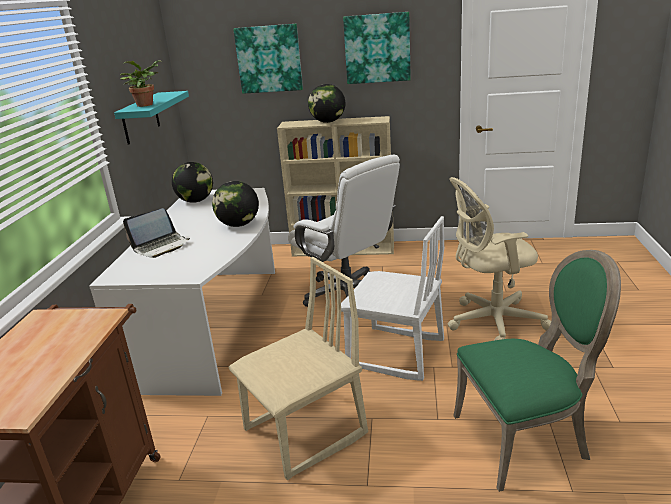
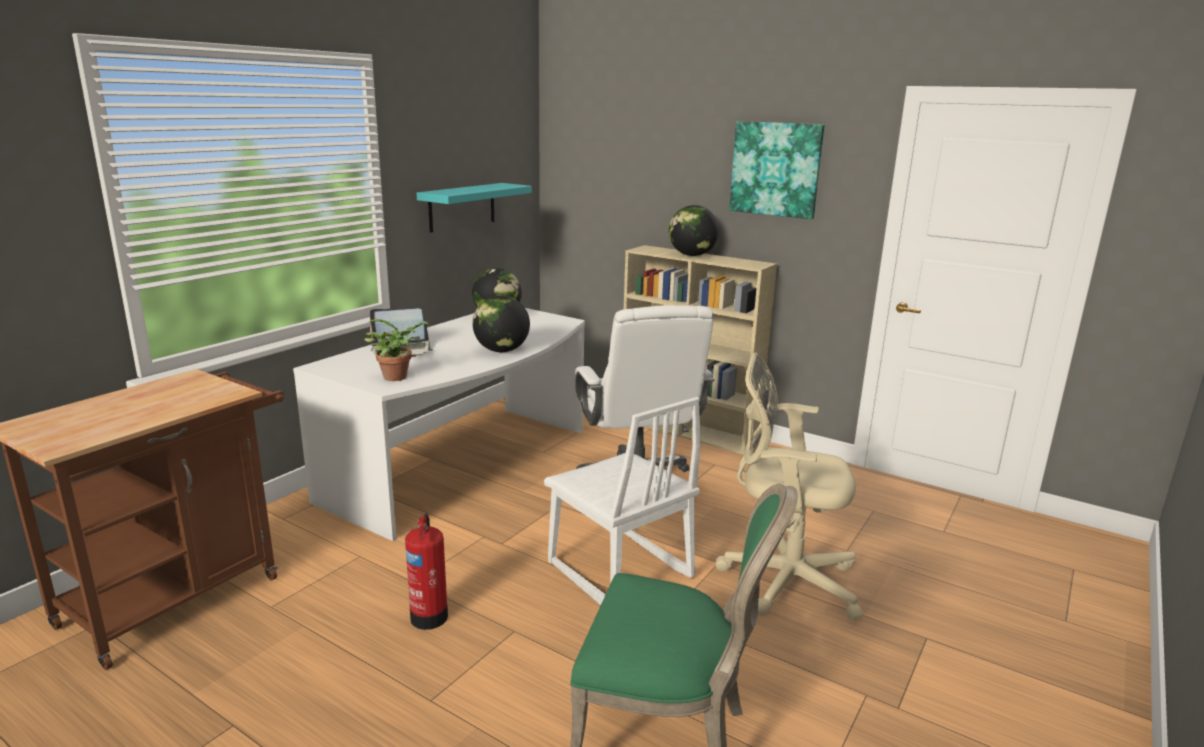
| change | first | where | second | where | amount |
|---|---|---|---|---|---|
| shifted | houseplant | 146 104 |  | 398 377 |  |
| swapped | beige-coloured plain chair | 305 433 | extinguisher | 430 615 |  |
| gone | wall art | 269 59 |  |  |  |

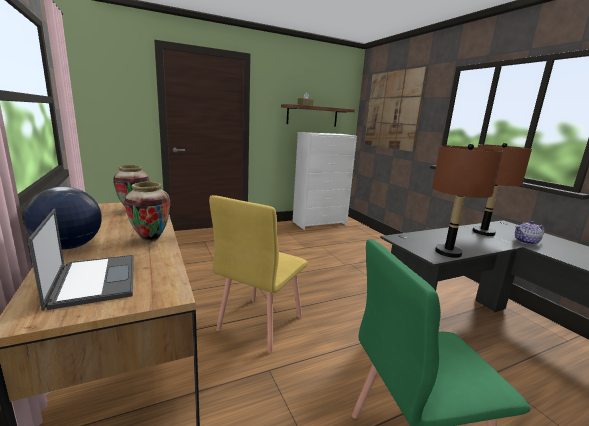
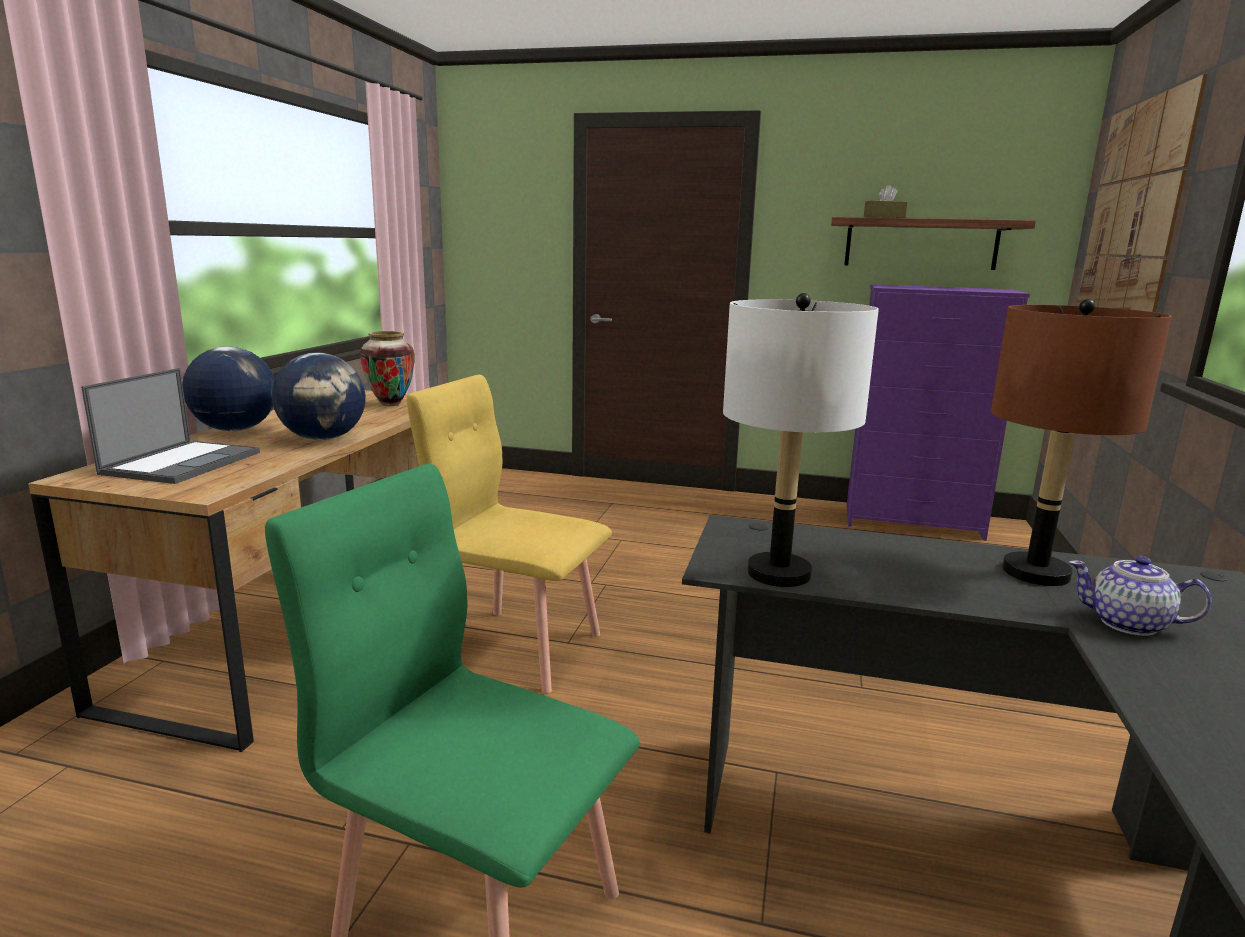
| change | first | where | second | where | amount |
|---|---|---|---|---|---|
| swapped | decorative vase | 151 239 | globe | 324 438 |  |
| rotated | yellowish plain chair | 259 323 |  | 518 647 | 45 degrees clockwise |
| repainted | white-coloured dresser | 320 223 | purple-coloured dresser | 913 522 |  |
| repainted | brownish table lamp | 447 252 | white-coloured table lamp | 778 573 |  |

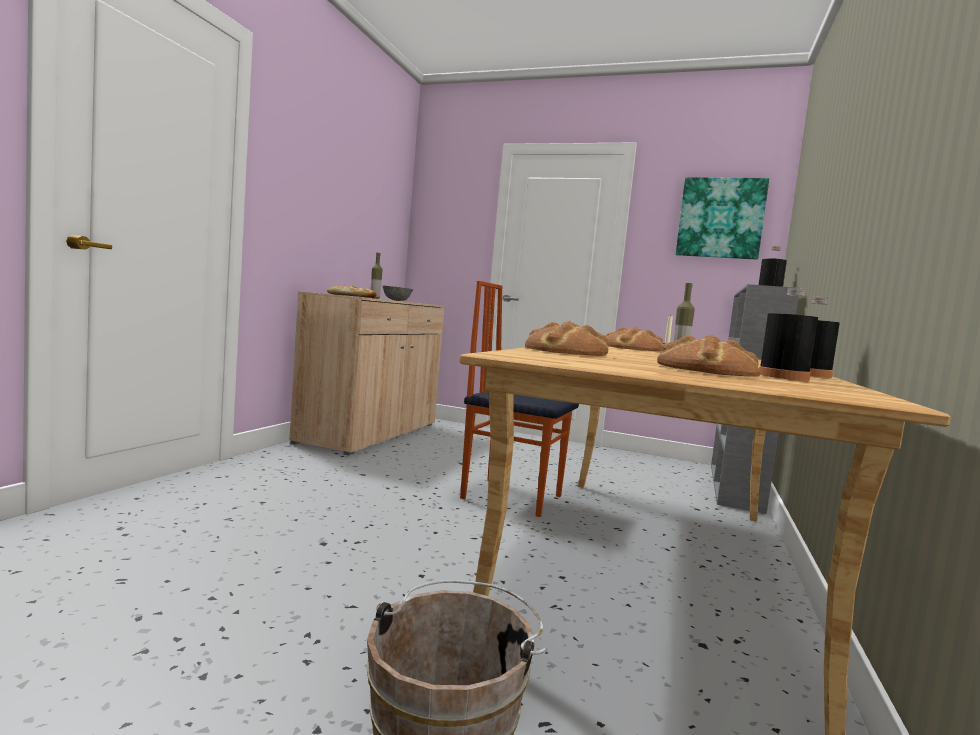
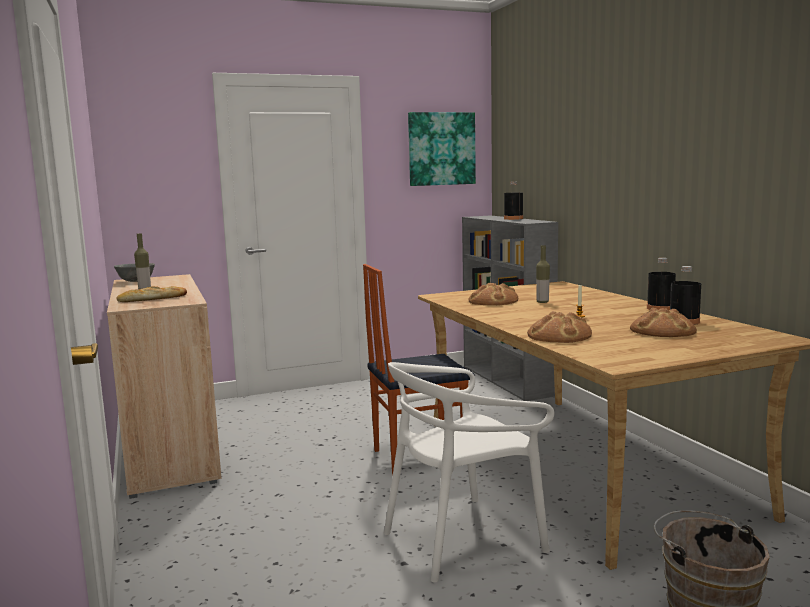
| change | first | where | second | where | amount |
|---|---|---|---|---|---|
| new |  |  | white-coloured plain chair | 463 539 |  |

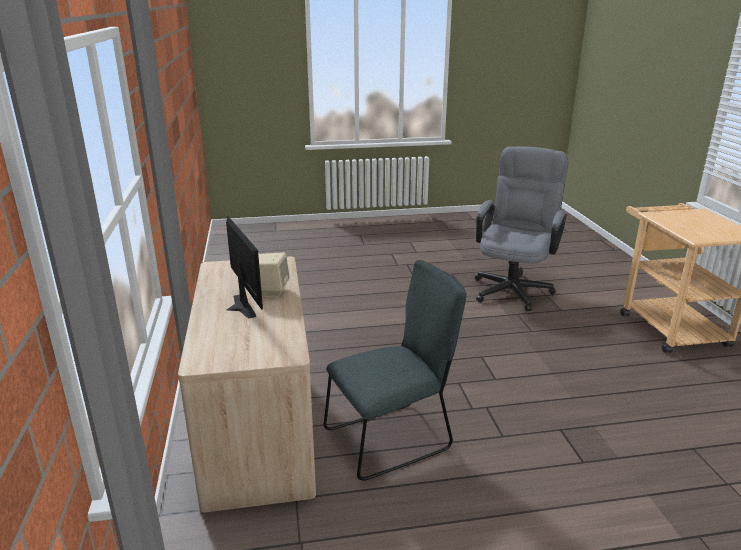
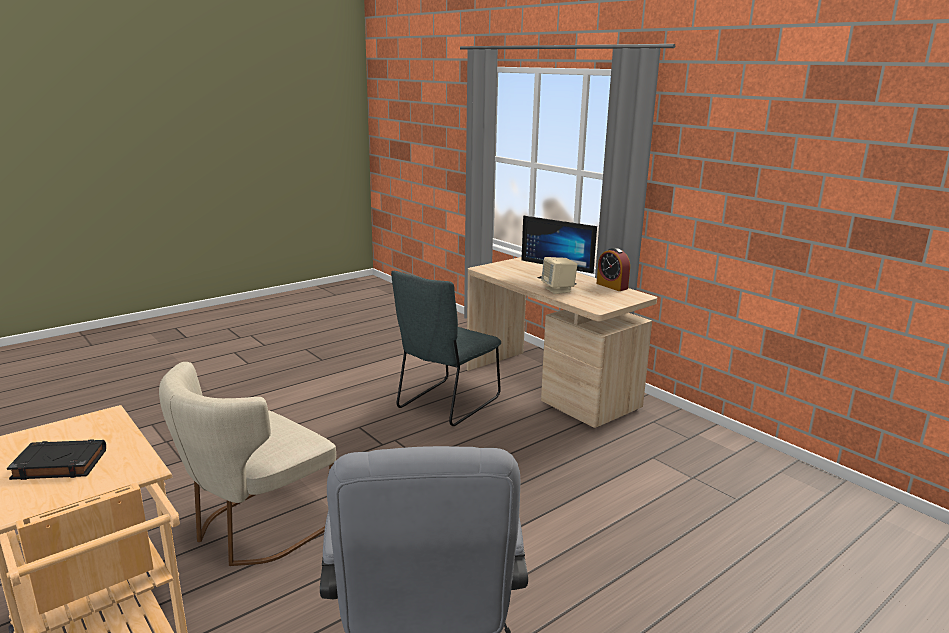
| change | first | where | second | where | amount |
|---|---|---|---|---|---|
| new |  |  | black book | 58 465 |  |
| new |  |  | beige-coloured plain chair | 255 530 |  |
| new |  |  | alarm clock | 612 286 |  |

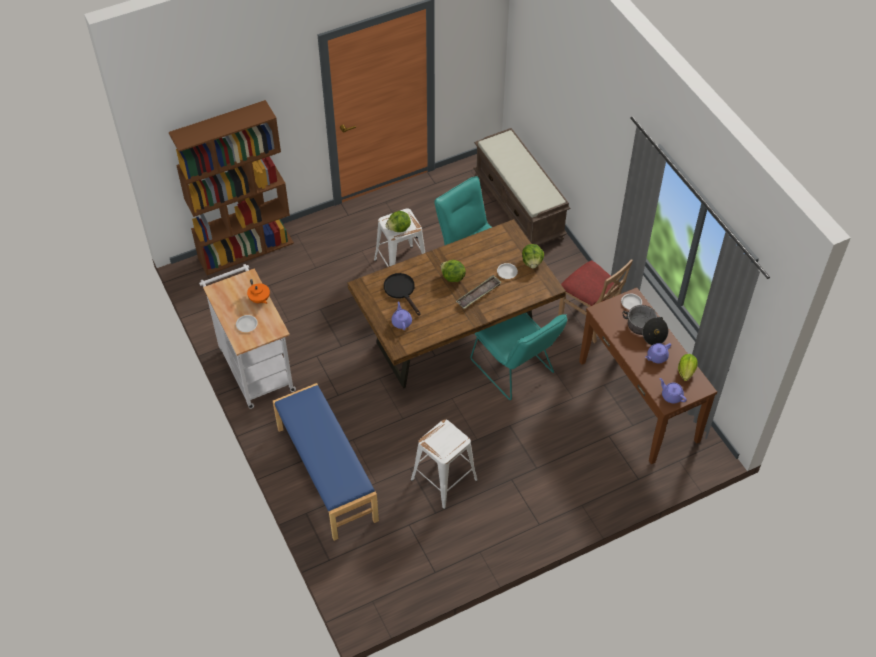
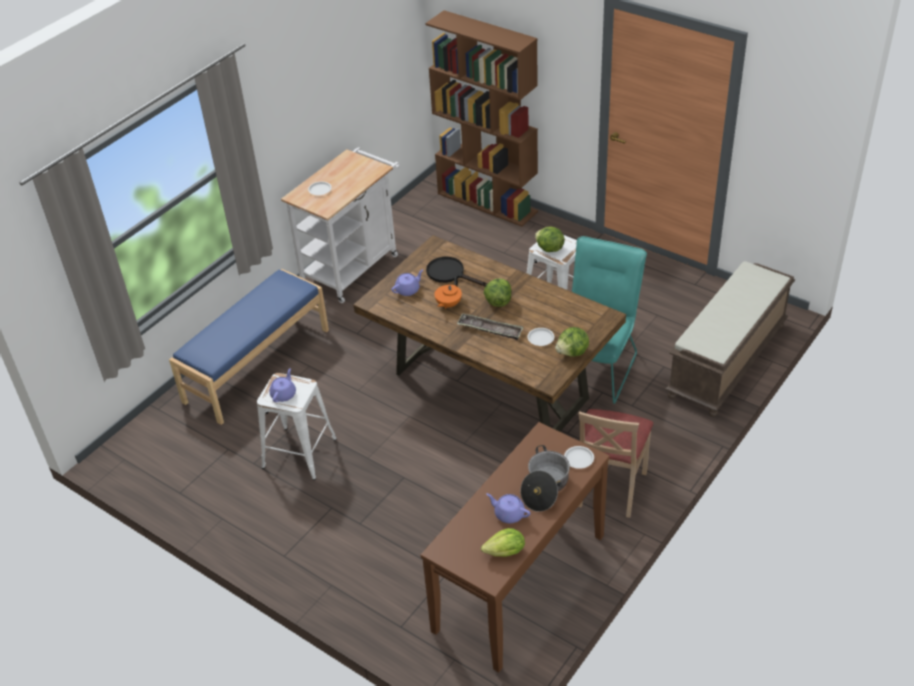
| change | first | where | second | where | amount |
|---|---|---|---|---|---|
| shifted | orange tea pot | 259 299 |  | 448 304 |  |
| rotated | black pan | 401 291 |  | 450 274 | 90 degrees counterclockwise |
| gone | turquoise-coloured plain chair | 515 370 |  |  |  |
| shifted | purple-coloured tea pot | 671 396 |  | 284 394 |  |

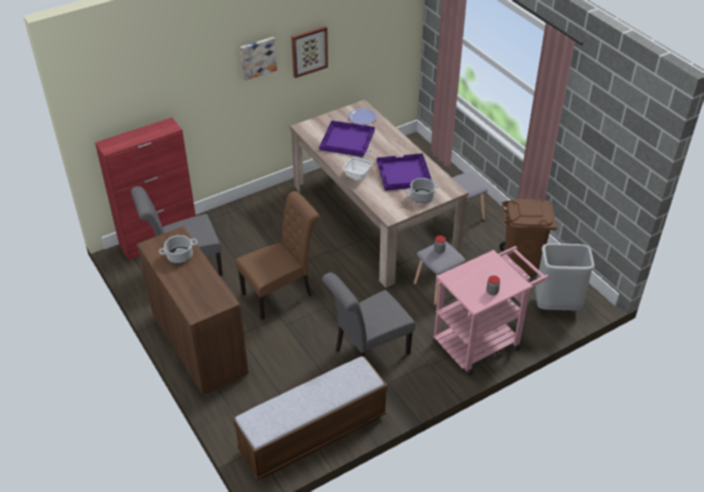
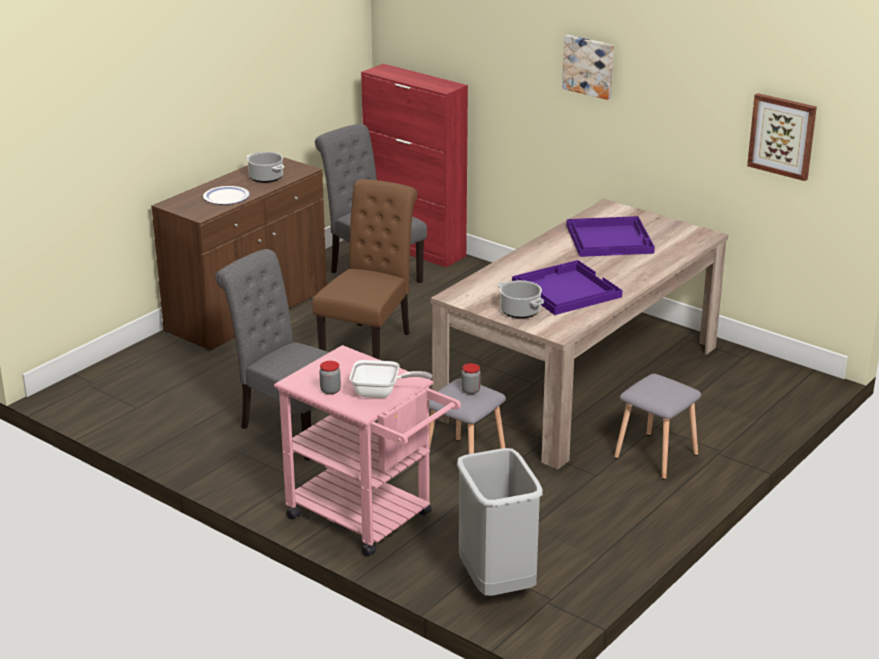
| change | first | where | second | where | amount |
|---|---|---|---|---|---|
| gone | long seat | 312 434 |  |  |  |
| rotated | brownish plain chair | 281 293 |  | 369 344 | 105 degrees counterclockwise |
| shifted | wall art | 309 51 |  | 782 136 |  |
| shifted | pan | 359 173 |  | 381 393 |  |
| shifted | plate | 362 117 |  | 226 197 |  |
| gone | brownish trash can | 521 264 |  |  |  |

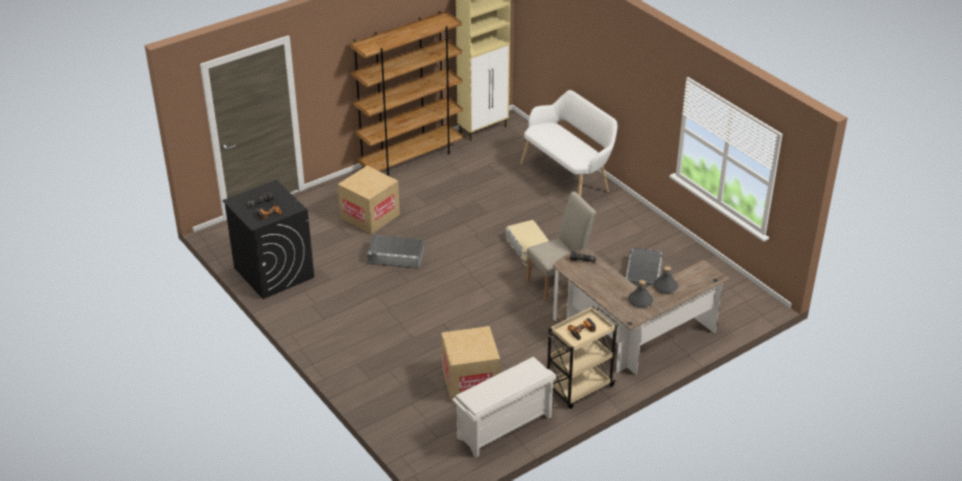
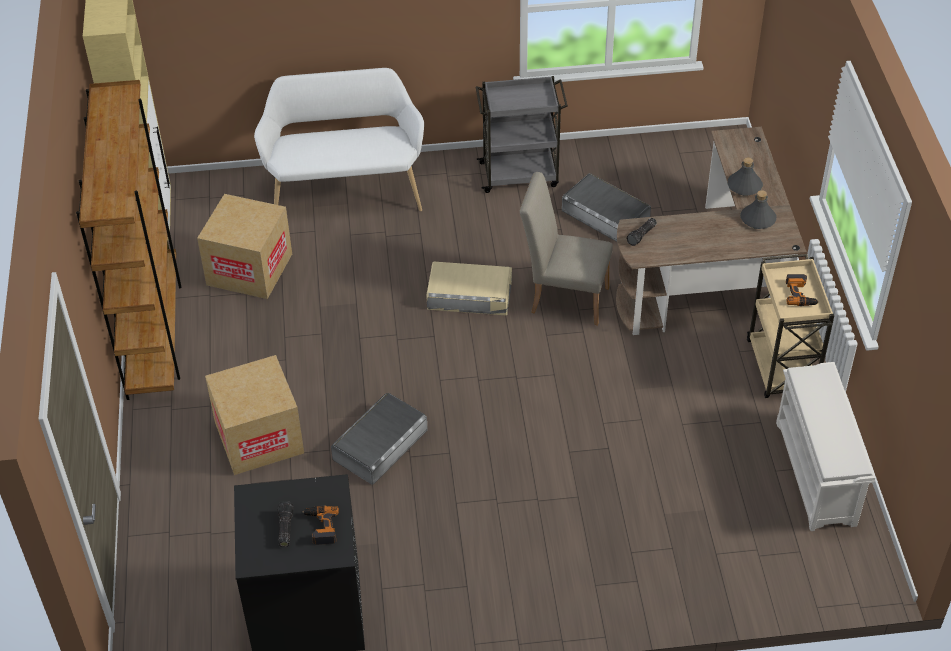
| change | first | where | second | where | amount |
|---|---|---|---|---|---|
| shifted | packing box | 470 381 |  | 249 269 |  |
| rotated | beige-coloured plain chair | 559 282 |  | 564 297 | 75 degrees counterclockwise |
| new |  |  | greyish cart | 520 174 |  |

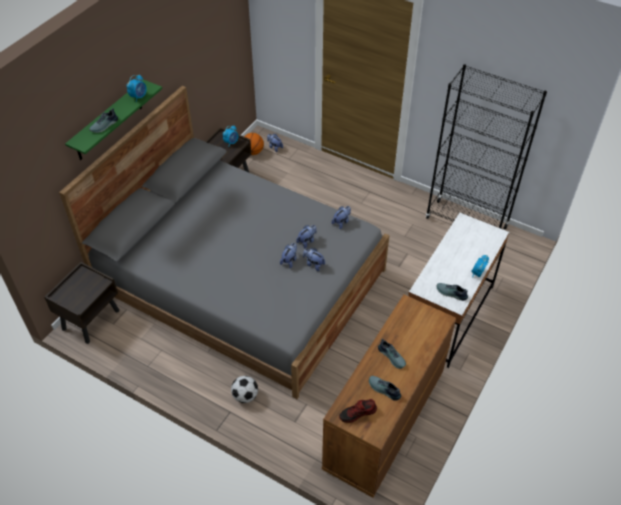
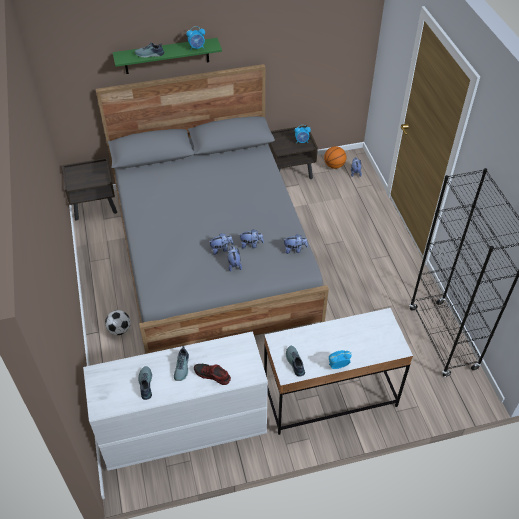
| change | first | where | second | where | amount |
|---|---|---|---|---|---|
| repainted | brownish dresser | 383 421 | white-coloured dresser | 182 428 |  |
| shifted | shoe | 357 413 |  | 212 375 |  |

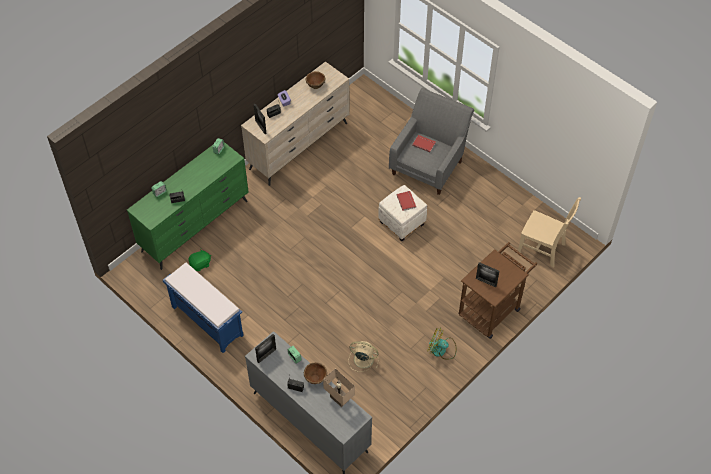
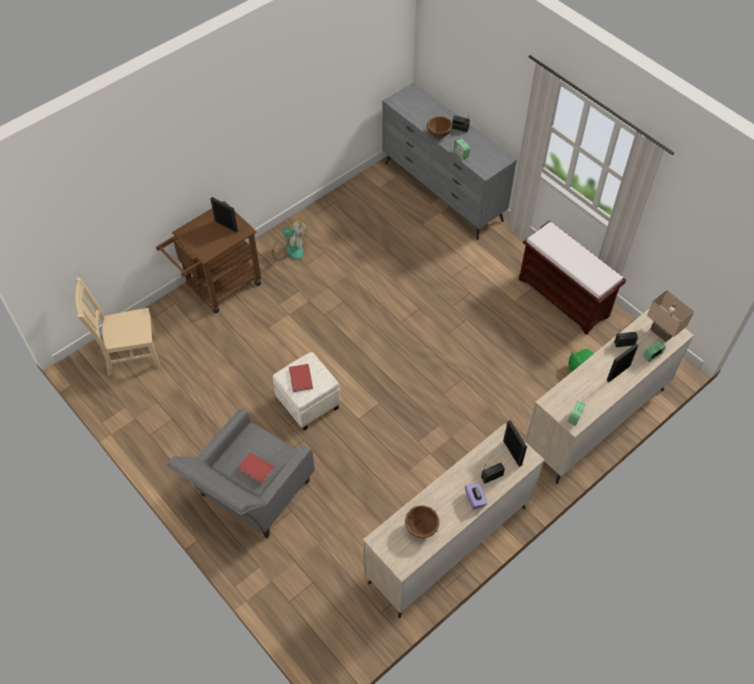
| change | first | where | second | where | amount |
|---|---|---|---|---|---|
| repainted | green-coloured dresser | 195 226 | beige-coloured dresser | 594 421 |  |
| repainted | blue-coloured long seat | 206 321 | brownish long seat | 564 298 |  |
| shifted | picture frame | 266 355 |  | 618 373 |  |
| shifted | beige-coloured table lamp | 340 398 |  | 660 332 |  |
| gone | beige-coloured fan | 362 359 |  |  |  |
| rotated | beige-coloured plain chair | 543 249 |  | 130 354 | 45 degrees counterclockwise |

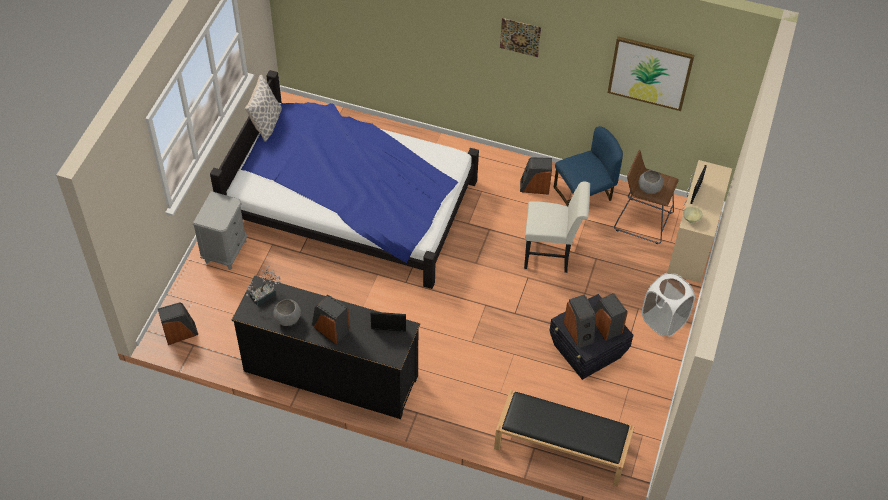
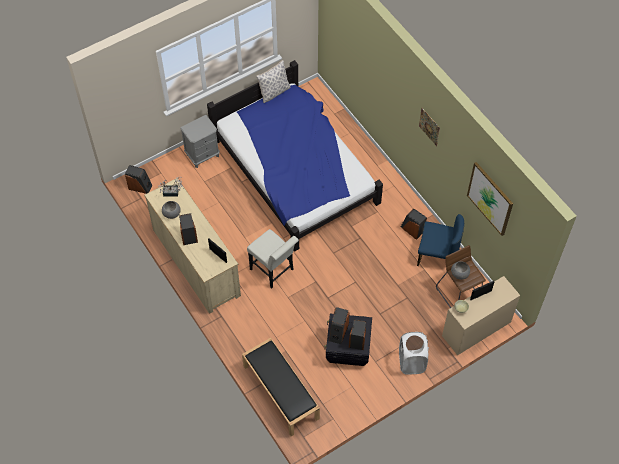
| change | first | where | second | where | amount |
|---|---|---|---|---|---|
| repainted | black dresser | 330 373 | beige-coloured dresser | 196 262 |  |
| shifted | white-coloured plain chair | 551 254 |  | 274 271 |  |

